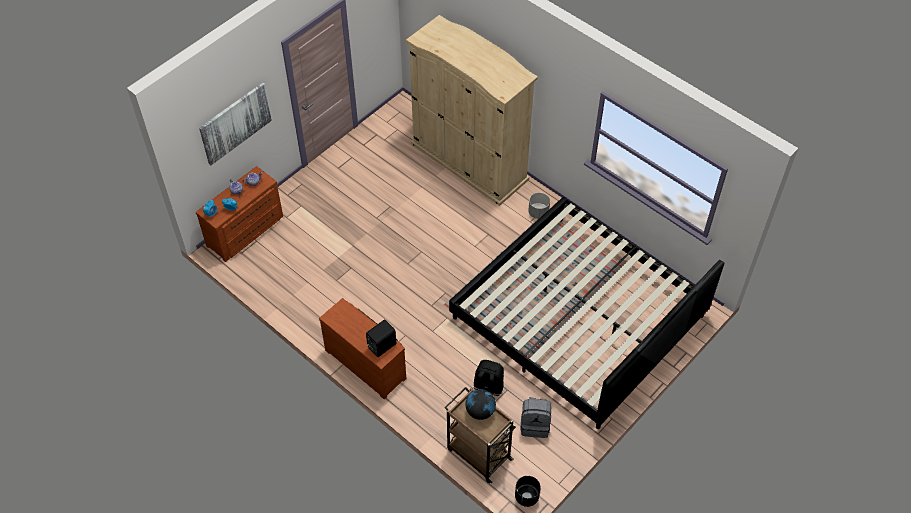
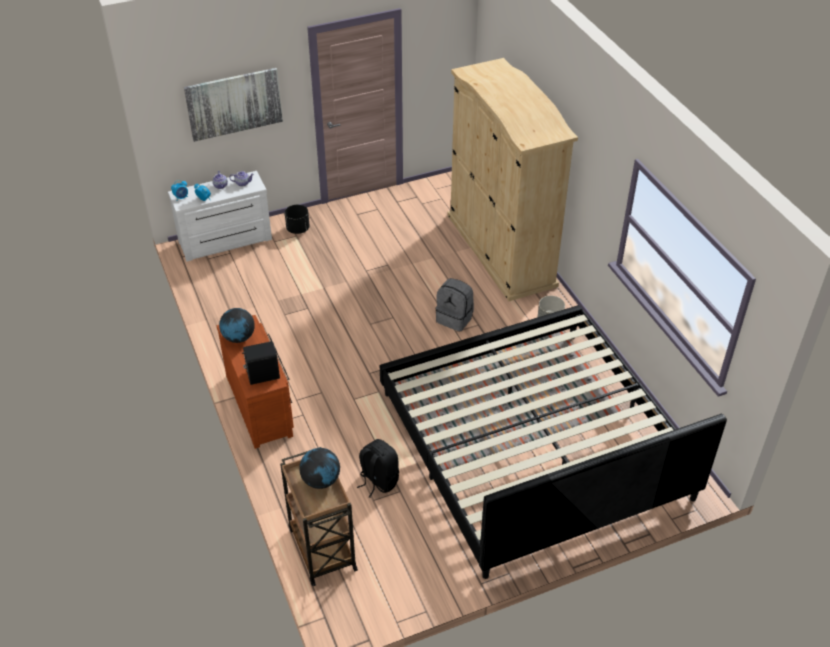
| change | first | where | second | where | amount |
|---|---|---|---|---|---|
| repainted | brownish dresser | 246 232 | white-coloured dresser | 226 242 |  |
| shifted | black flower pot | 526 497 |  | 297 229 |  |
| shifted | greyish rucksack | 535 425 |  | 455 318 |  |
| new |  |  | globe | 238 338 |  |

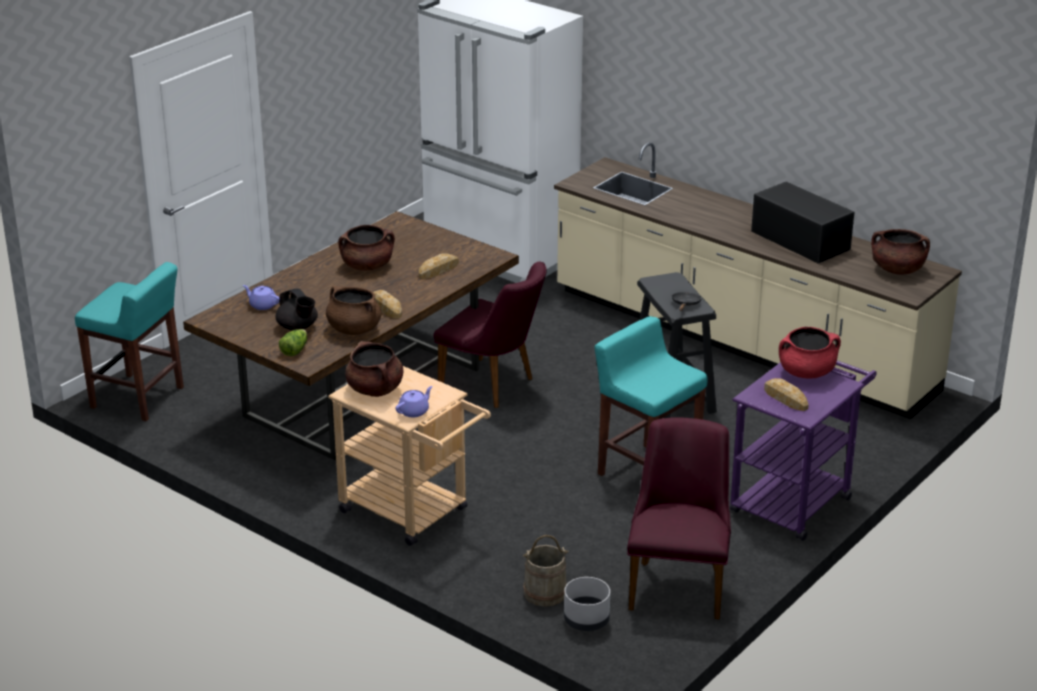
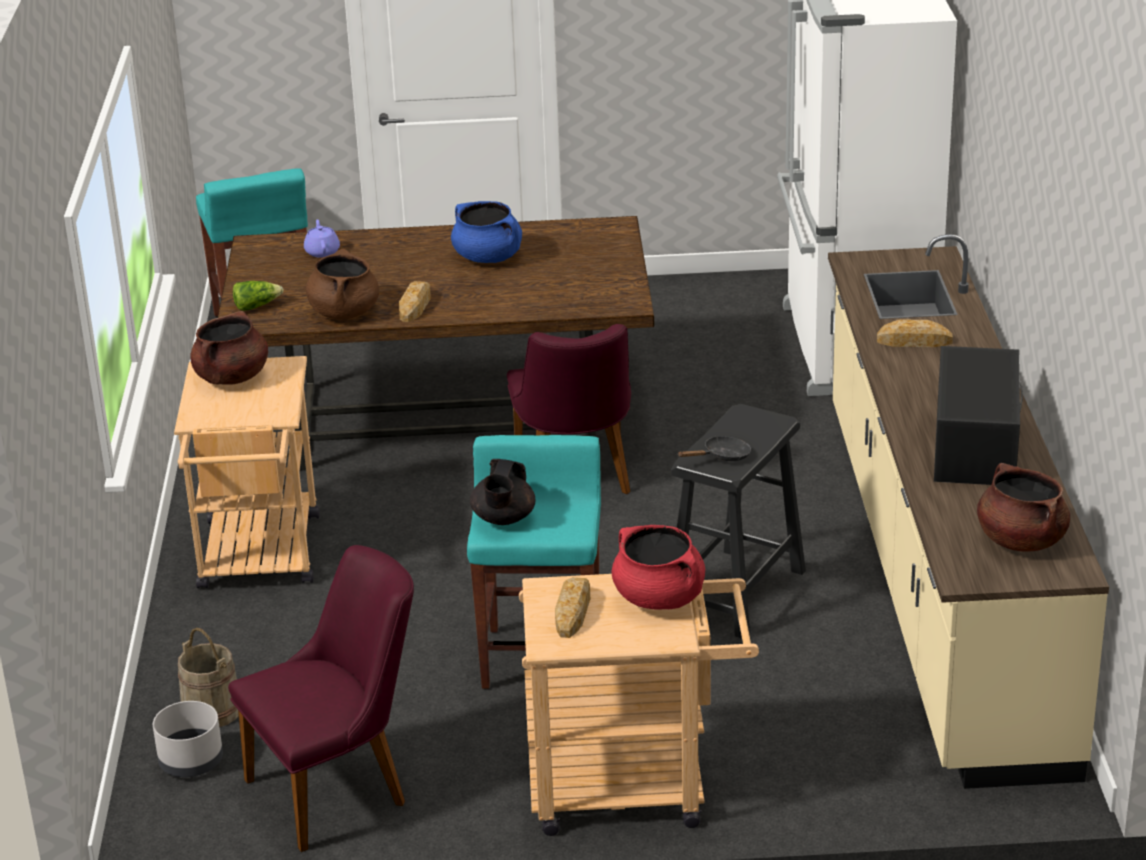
| change | first | where | second | where | amount |
|---|---|---|---|---|---|
| shifted | black tea pot | 298 327 |  | 503 519 |  |
| repainted | brownish cooking pot | 367 266 | blue-coloured cooking pot | 488 257 |  |
| gone | purple-coloured tea pot | 414 411 |  |  |  |
| shifted | bakery bread | 438 270 |  | 914 341 |  |
| repainted | purple-coloured cart | 796 499 | beige-coloured cart | 635 787 |  |

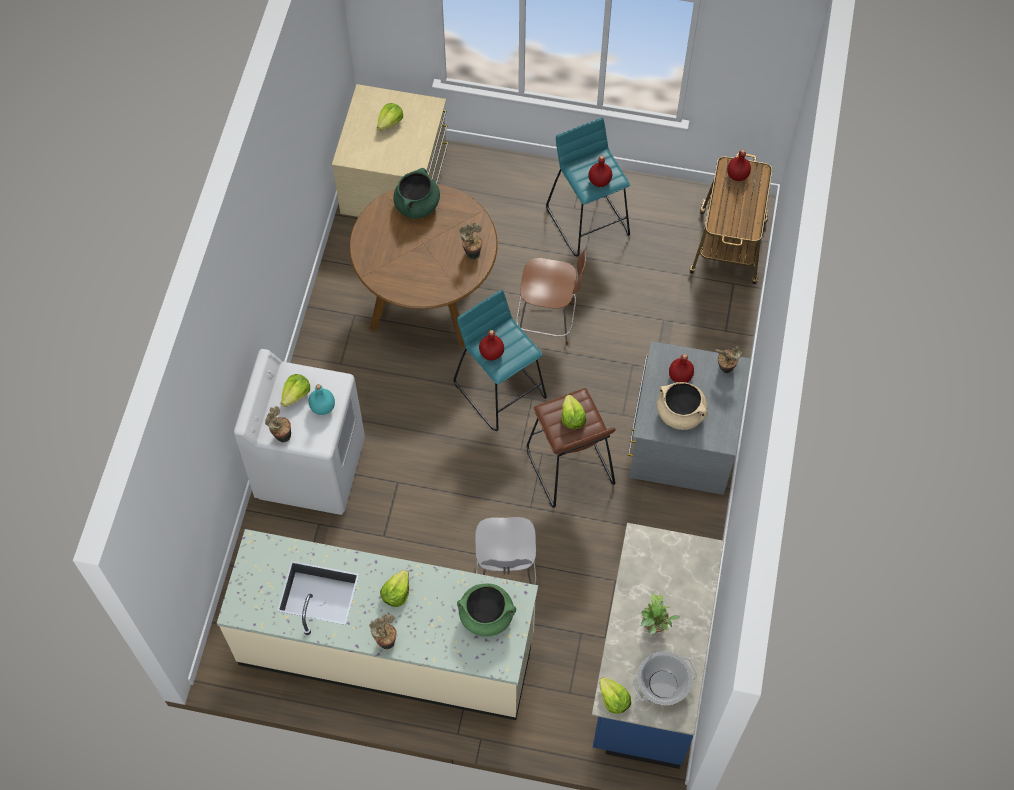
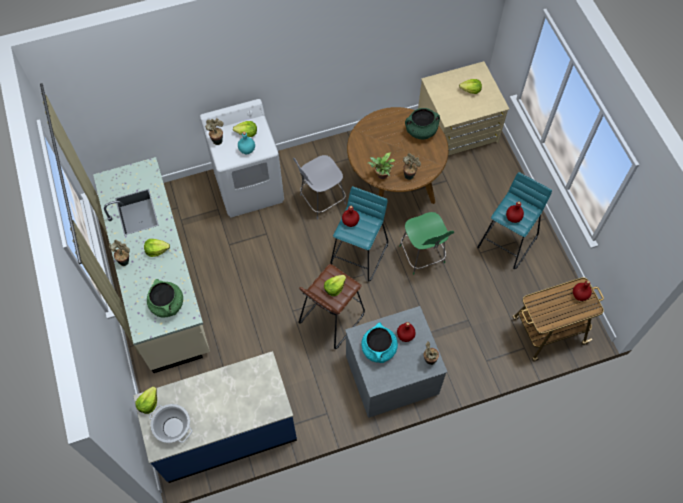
| change | first | where | second | where | amount |
|---|---|---|---|---|---|
| shifted | greyish plain chair | 505 575 |  | 321 200 |  |
| repainted | brownish plain chair | 548 320 | green-coloured plain chair | 422 256 |  |
| shifted | houseplant | 654 627 |  | 381 175 |  |
| repainted | beige-coloured cooking pot | 680 413 | turquoise-coloured cooking pot | 379 349 |  |

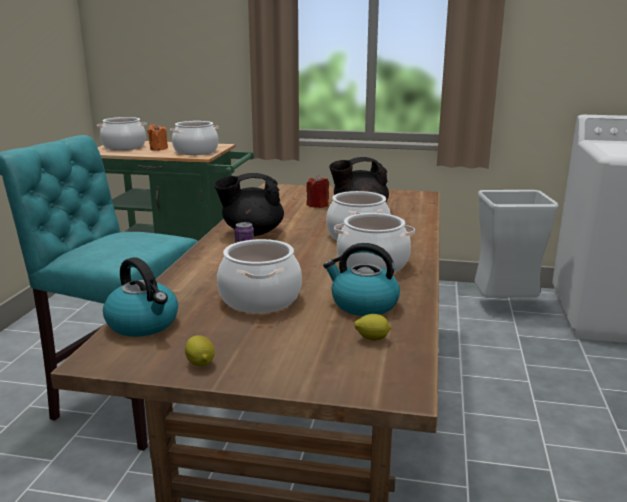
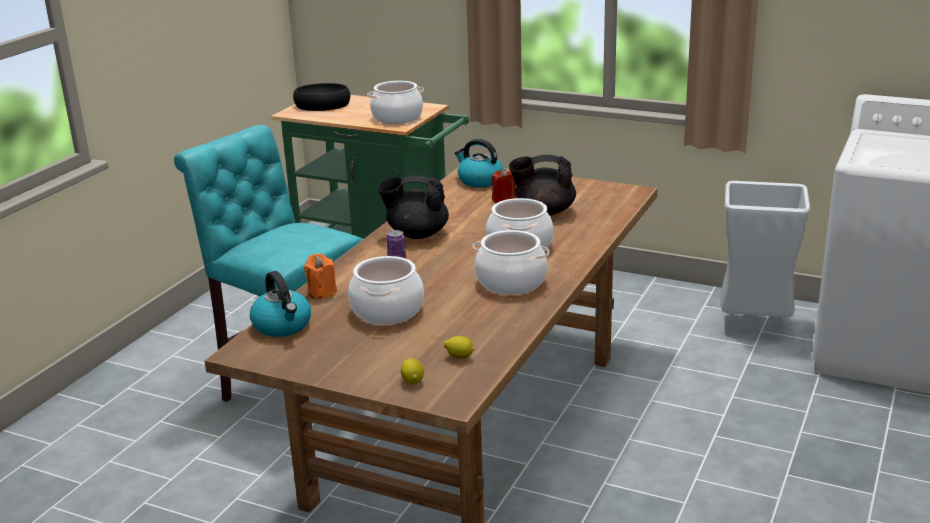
| change | first | where | second | where | amount |
|---|---|---|---|---|---|
| swapped | cooking pot | 124 147 | black deep dish | 322 105 |  |
| shifted | orange wax candle | 158 148 |  | 322 292 |  |
| shifted | lemon | 200 363 |  | 413 380 |  |
| shifted | tea kettle | 363 304 |  | 479 181 |  |

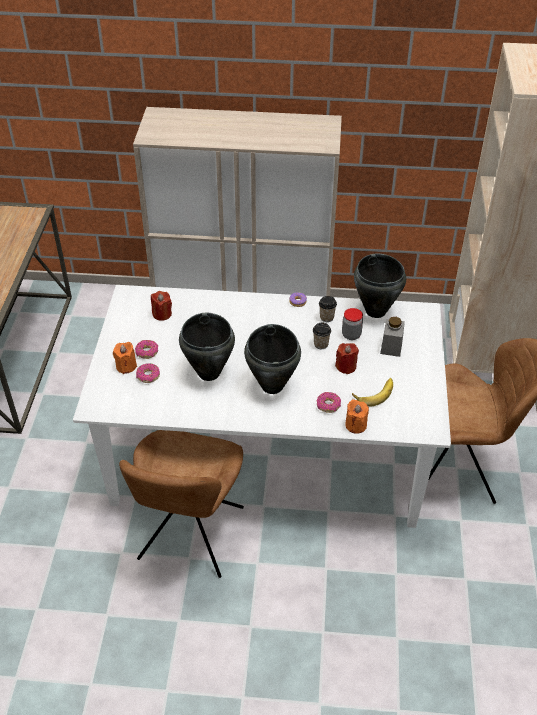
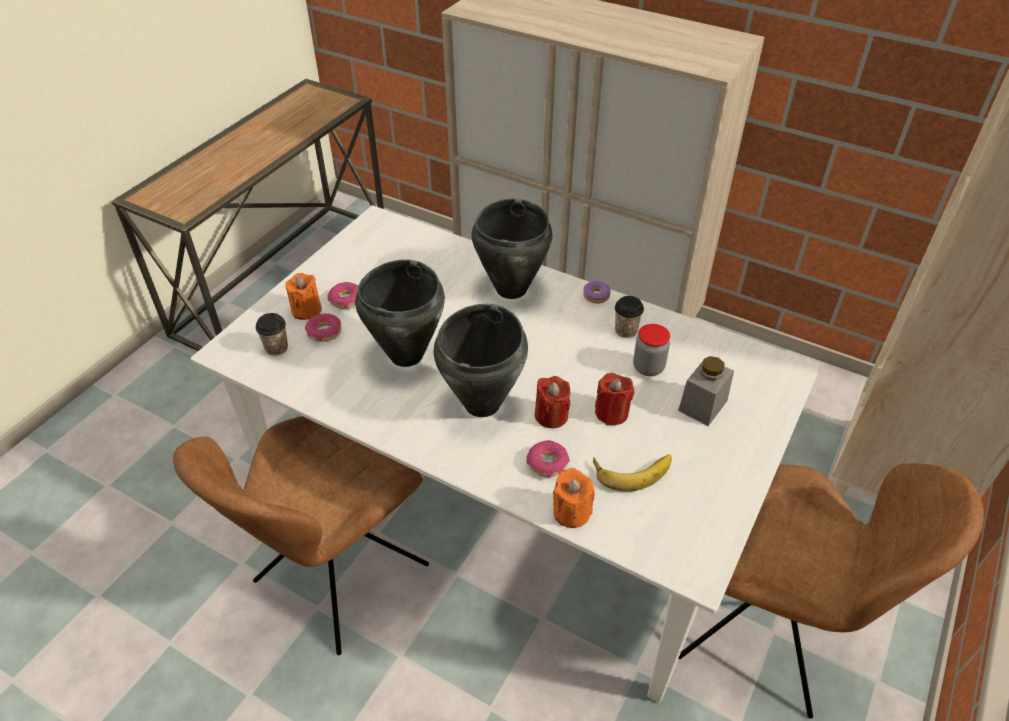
| change | first | where | second | where | amount |
|---|---|---|---|---|---|
| shifted | red-coloured wax candle | 162 314 |  | 551 415 |  |
| shifted | small cup | 321 344 |  | 276 348 |  |
| shifted | black cooking pot | 375 311 |  | 510 289 |  |

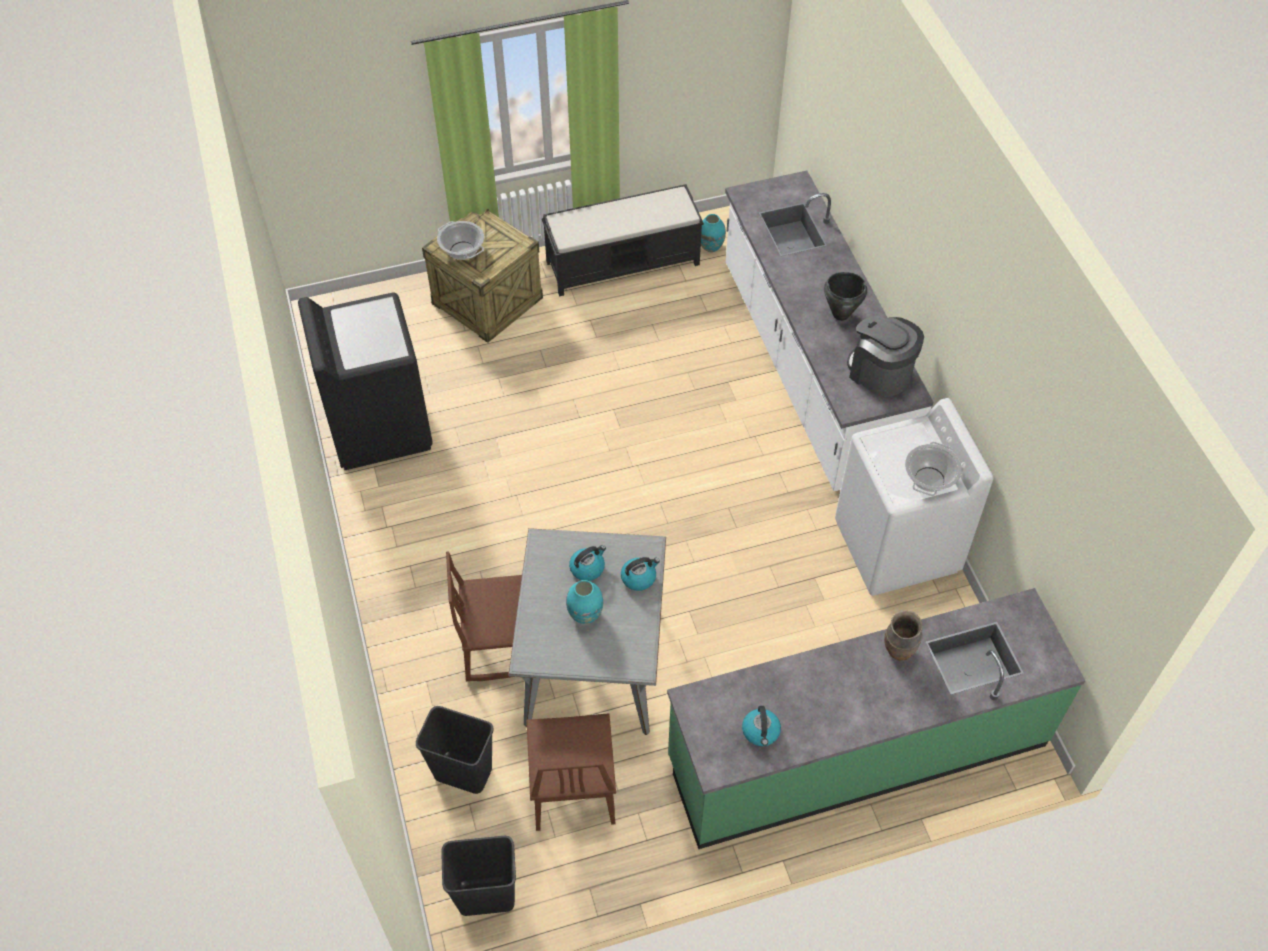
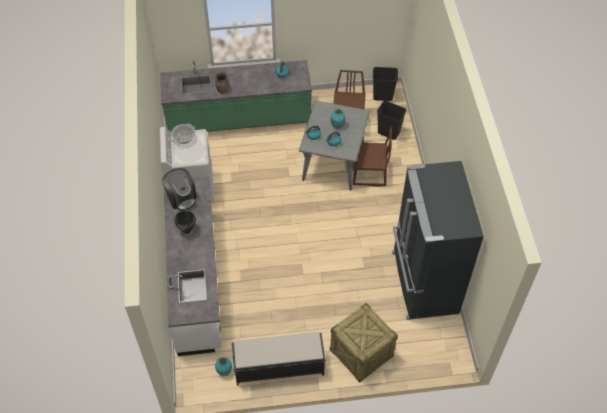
| change | first | where | second | where | amount |
|---|---|---|---|---|---|
| swapped | black washing machine | 378 426 | black refrigerator | 423 283 |  |
| gone | cooking pot | 462 250 |  |  |  |

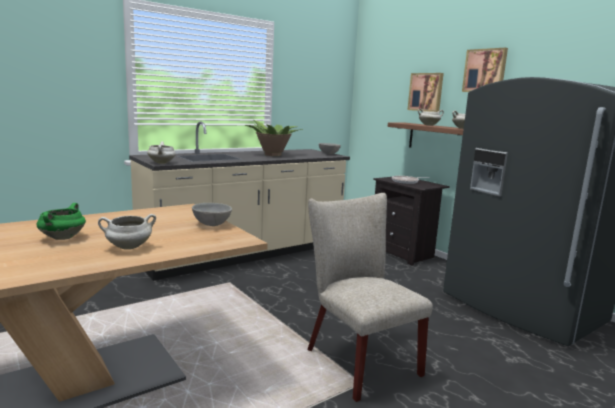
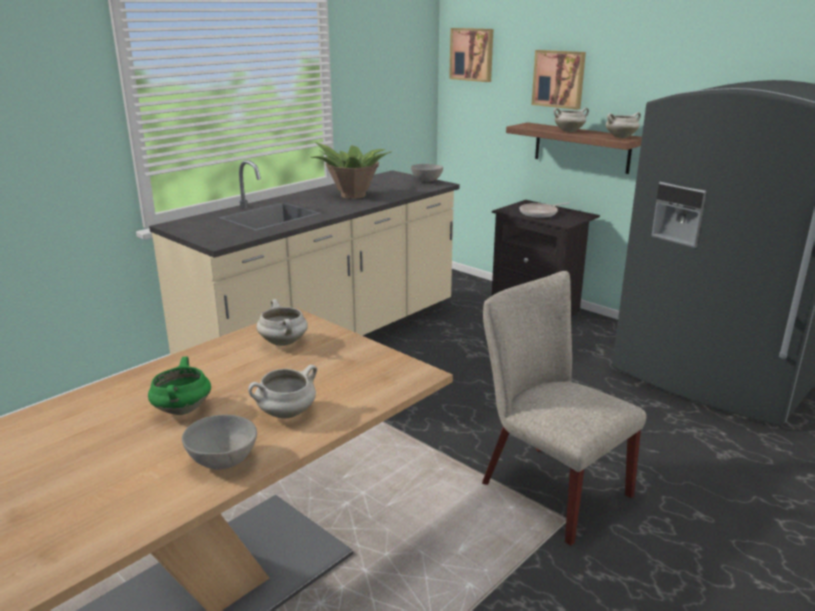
| change | first | where | second | where | amount |
|---|---|---|---|---|---|
| shifted | white-coloured cooking pot | 162 163 |  | 284 343 |  |
| shifted | greyish deep dish | 212 224 |  | 223 460 |  |
| shifted | wall art | 485 71 |  | 472 54 |  |

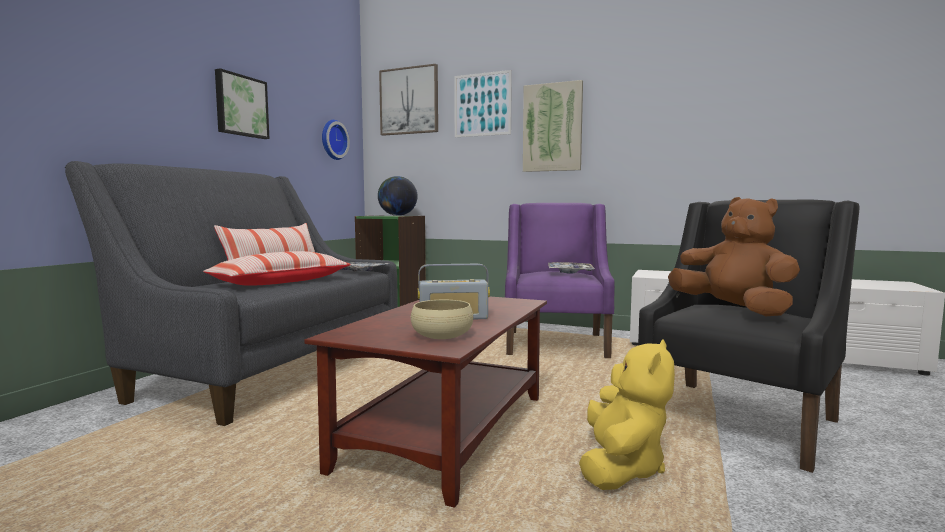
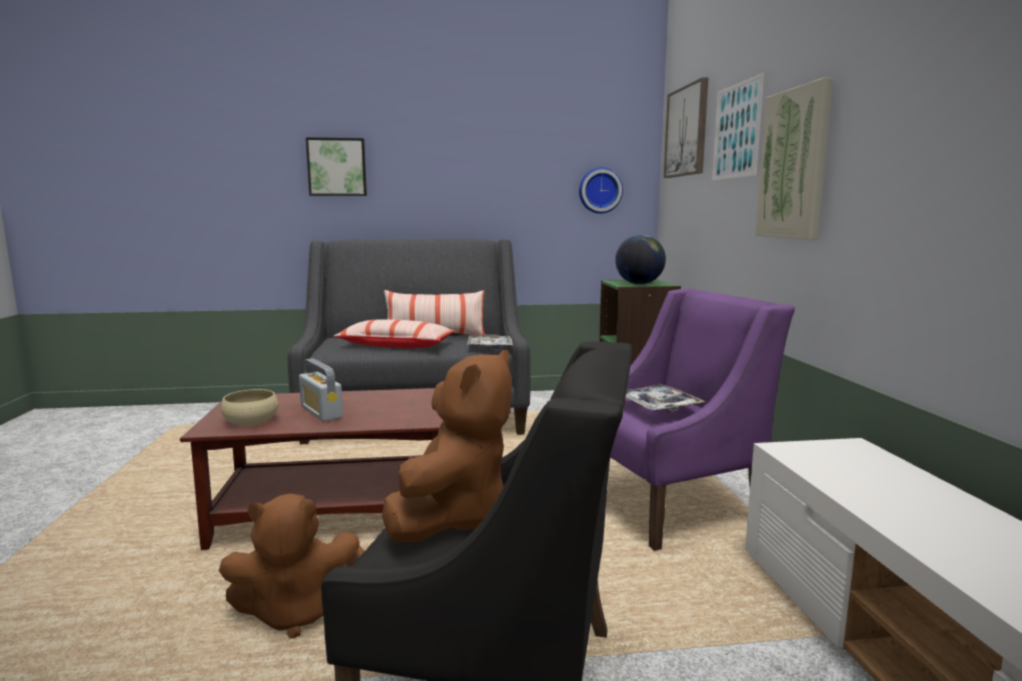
| change | first | where | second | where | amount |
|---|---|---|---|---|---|
| shifted | wall art | 240 106 |  | 337 167 |  |
| repainted | yellowish cuddly toy | 621 468 | brownish cuddly toy | 297 612 |  |

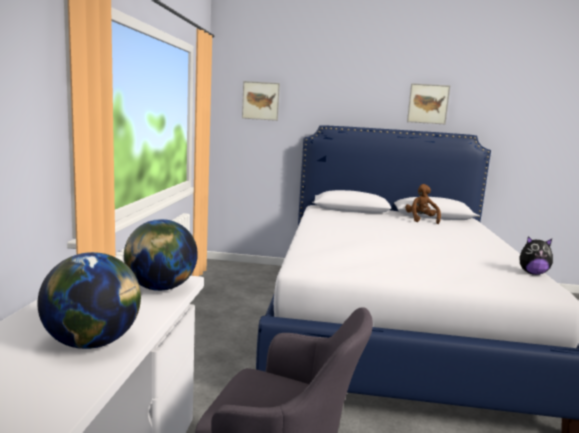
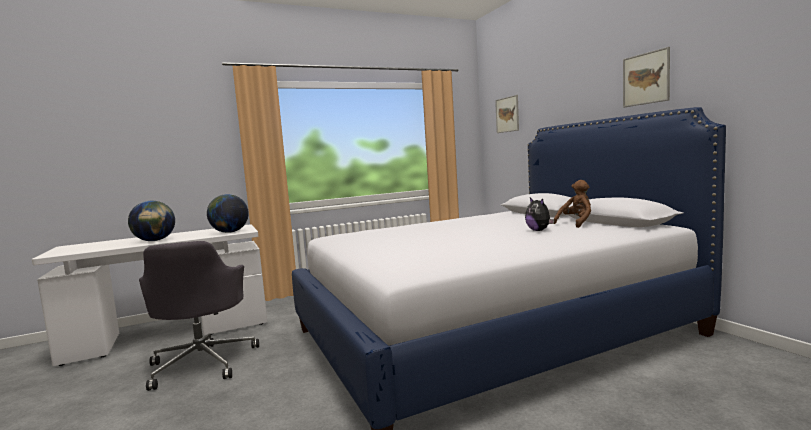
| change | first | where | second | where | amount |
|---|---|---|---|---|---|
| shifted | cuddly toy | 532 273 |  | 539 230 |  |

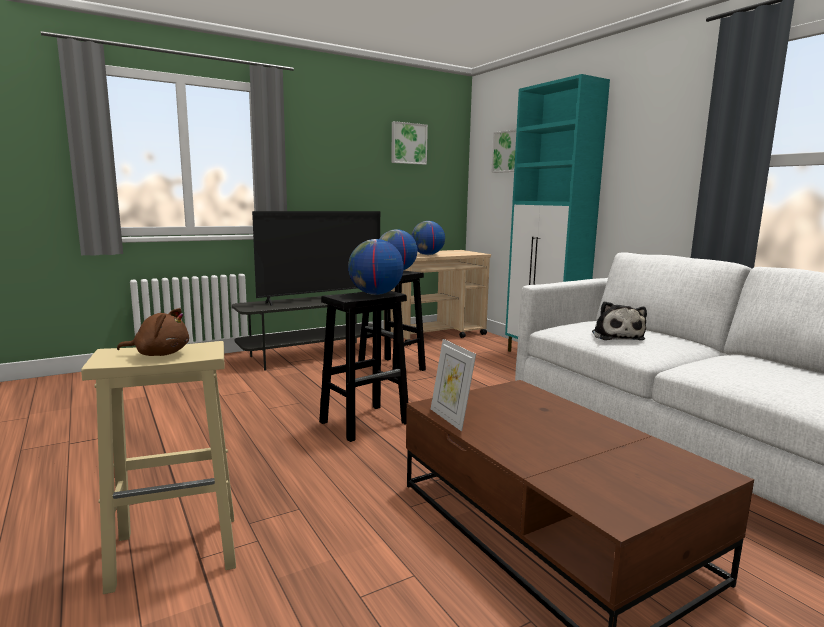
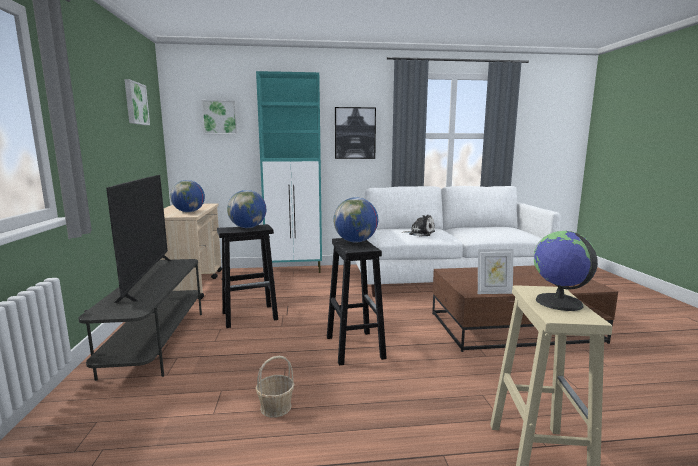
| change | first | where | second | where | amount |
|---|---|---|---|---|---|
| swapped | brownish cuddly toy | 159 354 | globe | 558 302 |  |
| new |  |  | household basket | 275 407 |  |
| new |  |  | wall art | 355 133 |  |

